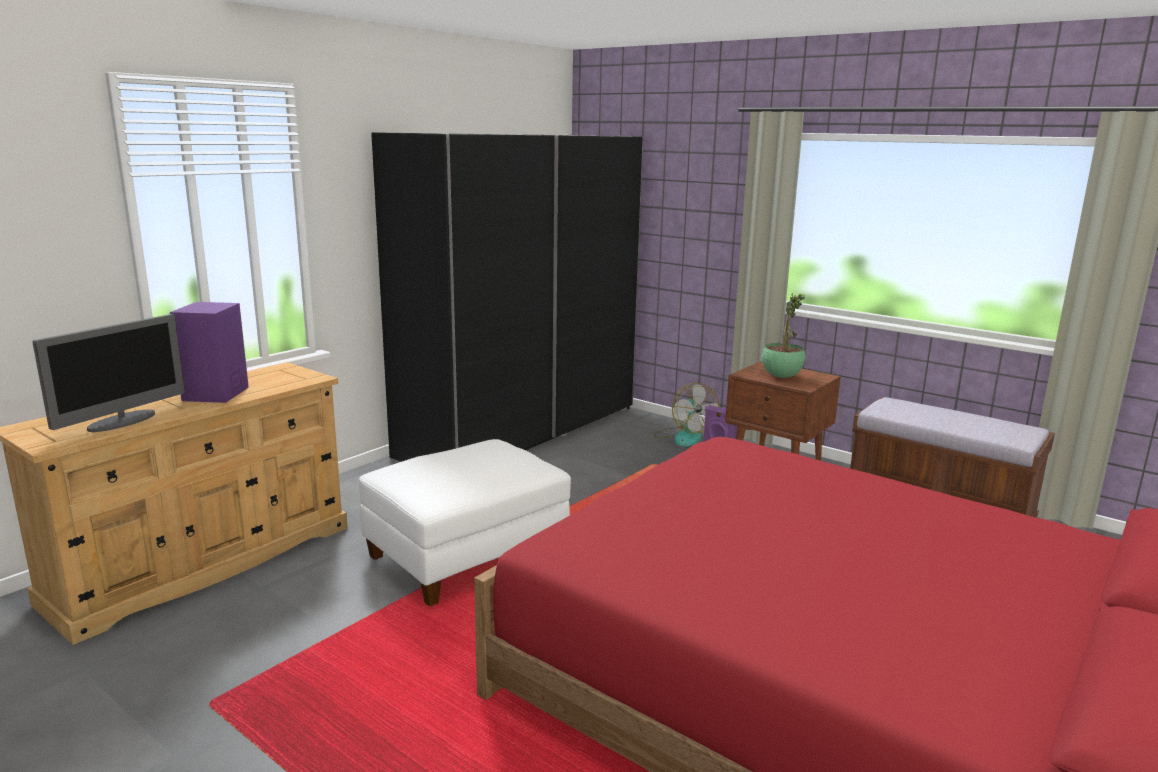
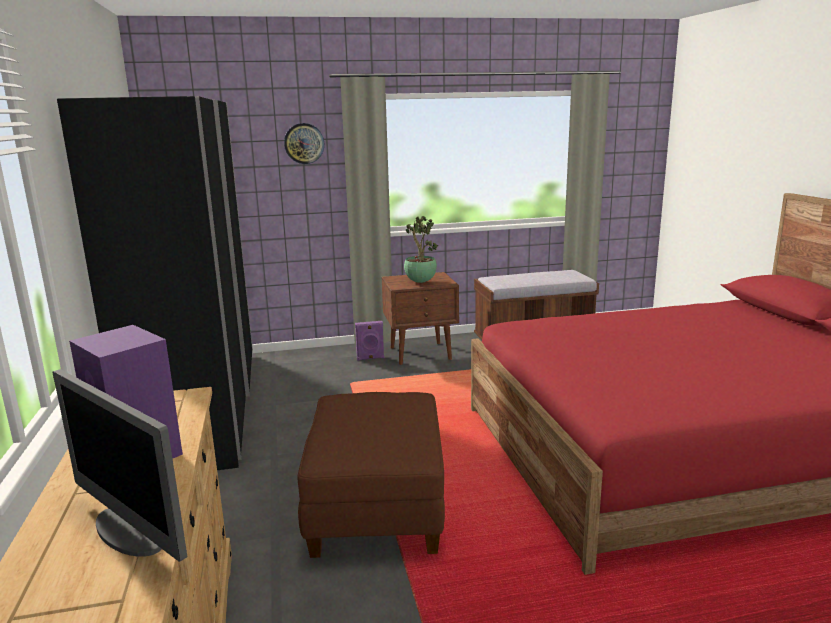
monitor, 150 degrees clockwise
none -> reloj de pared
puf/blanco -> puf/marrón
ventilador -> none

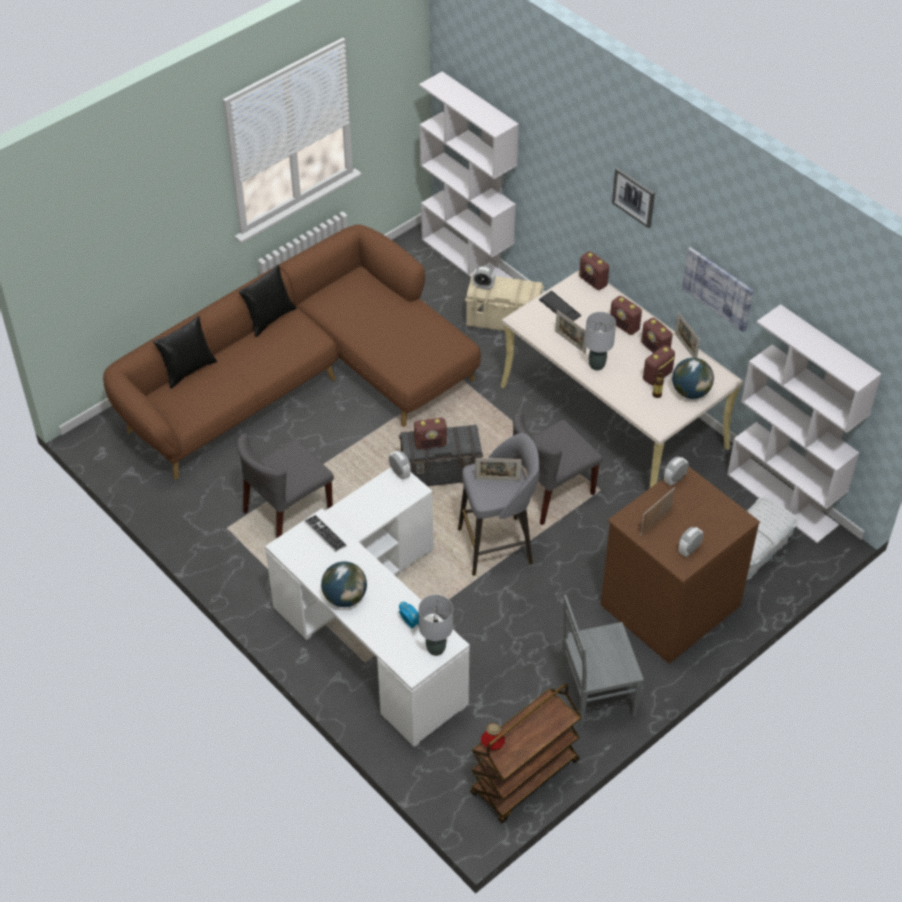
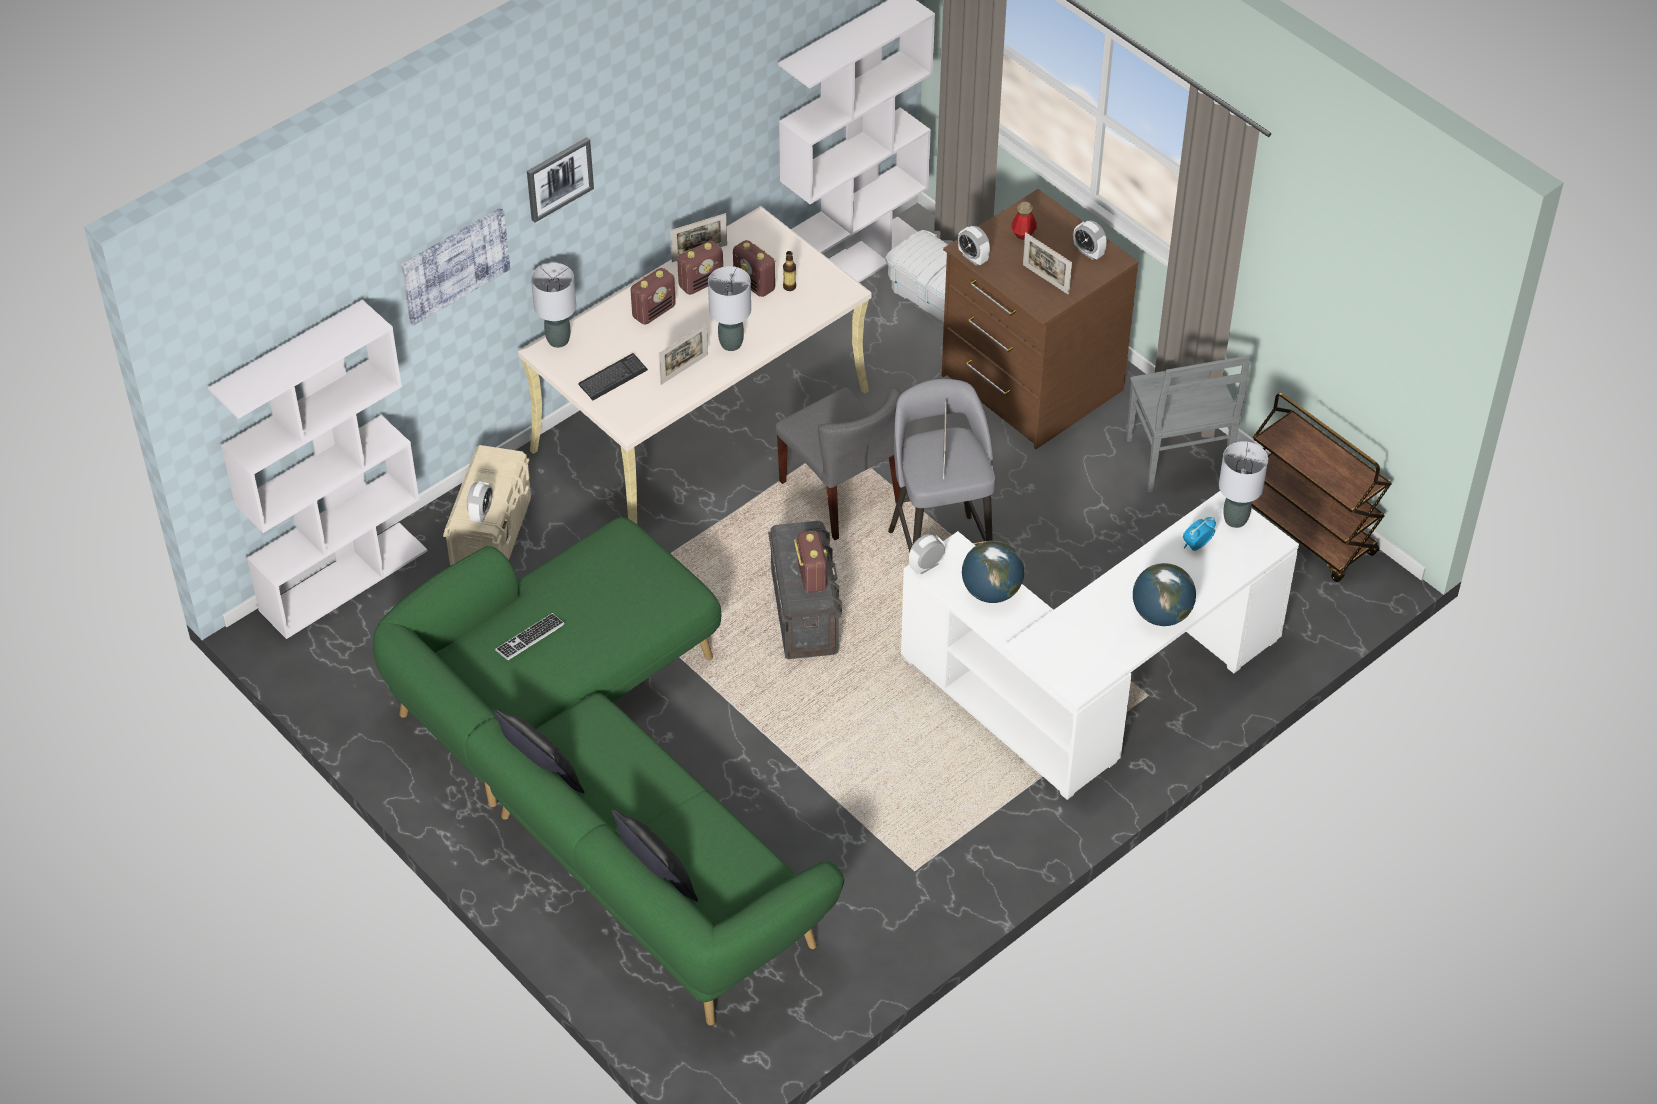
sofá/marrón -> sofá/verde
cuadro (2nd from left in the first image) -> cuadro (1st from left), move
teclado (1st from left), move
radio (2nd from left) -> lámpara de mesa/gris (1st from left)
globo terráqueo (2nd from left in the first image) -> globo terráqueo (1st from left), move
botella (1st from left in the first image) -> botella (2nd from left), move
silla/gris (1st from left) -> none

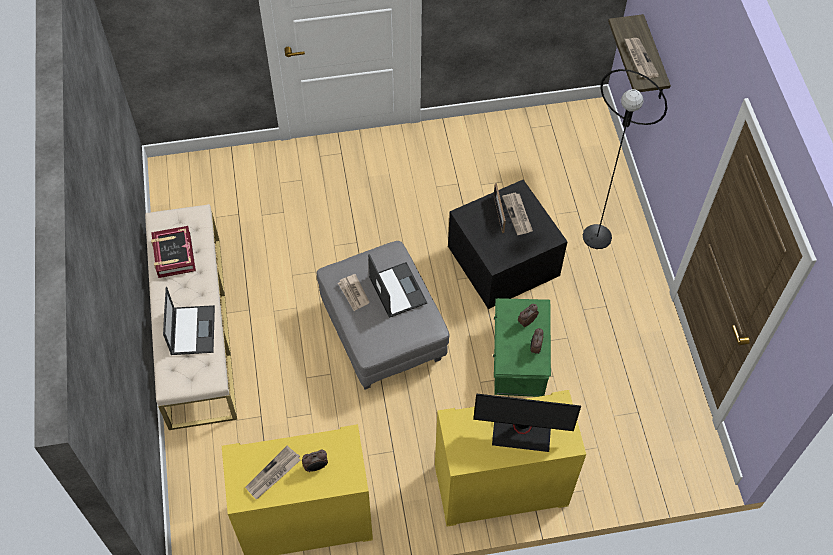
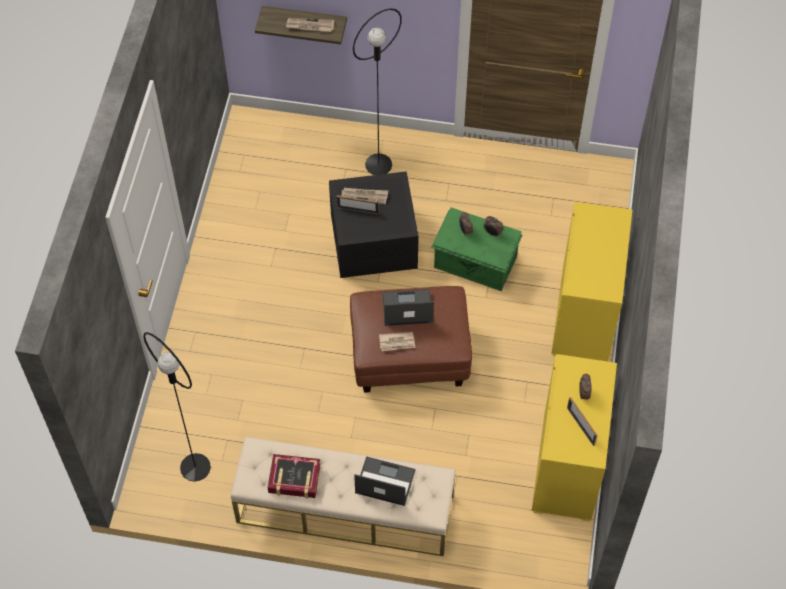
none -> lámpara de pie/negro (1st from left)
puf/gris -> puf/marrón
periódico (1st from left) -> portarretratos (2nd from left)
monitor -> none

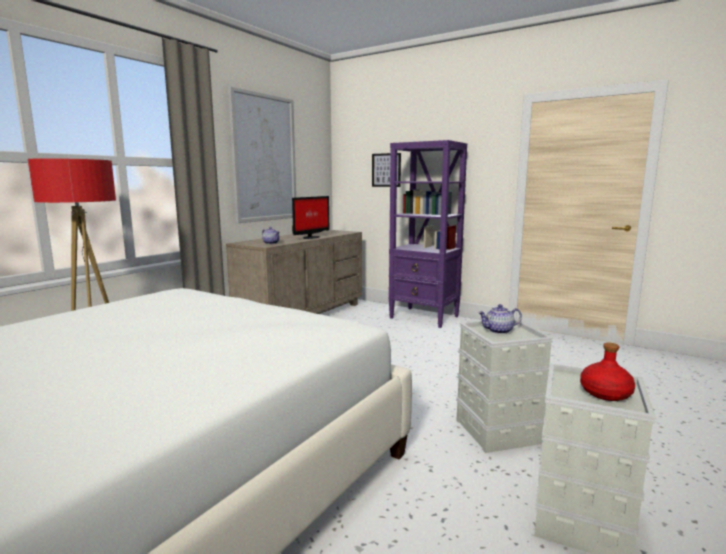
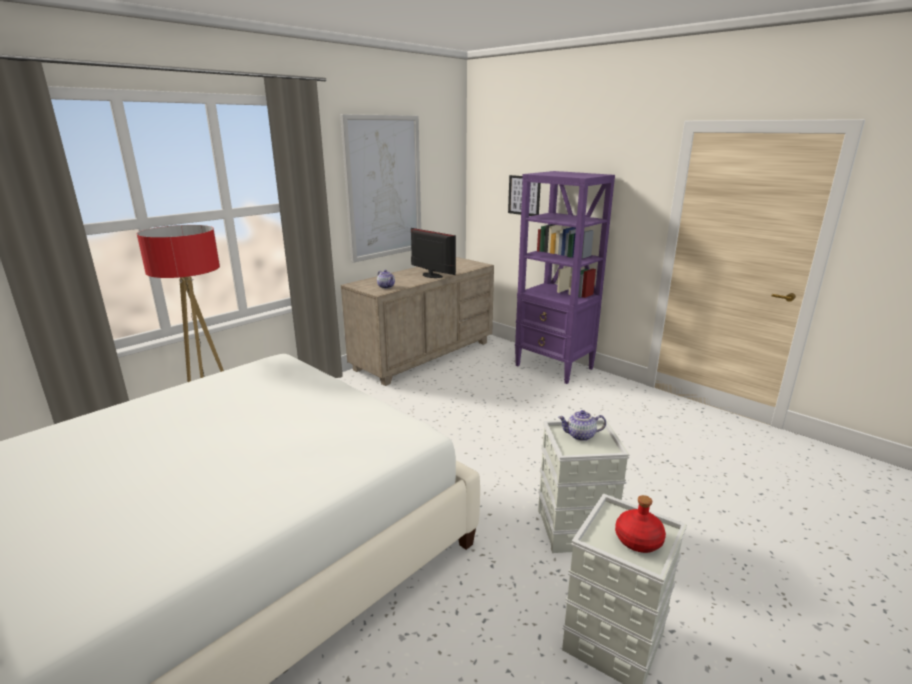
monitor, 90 degrees counterclockwise

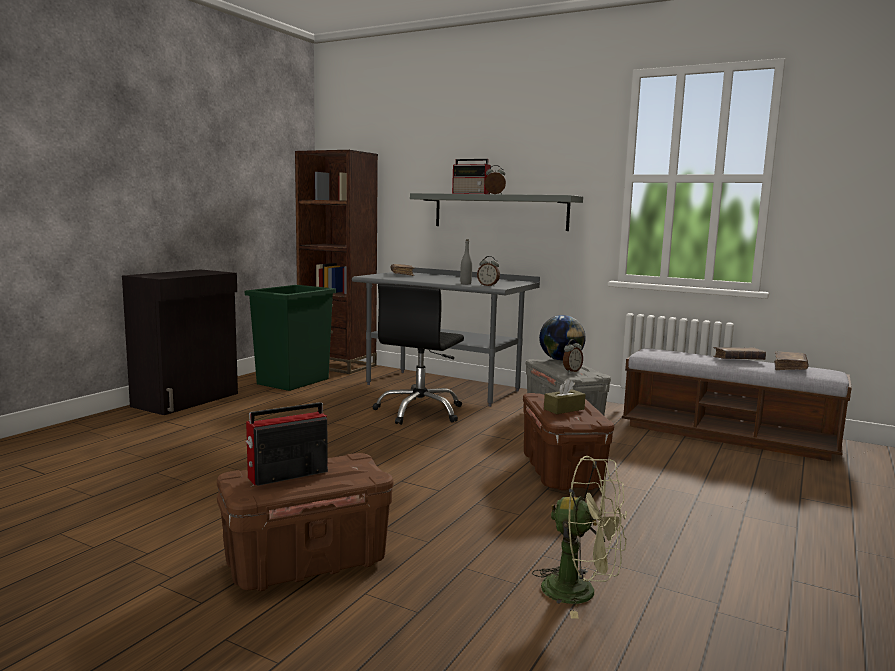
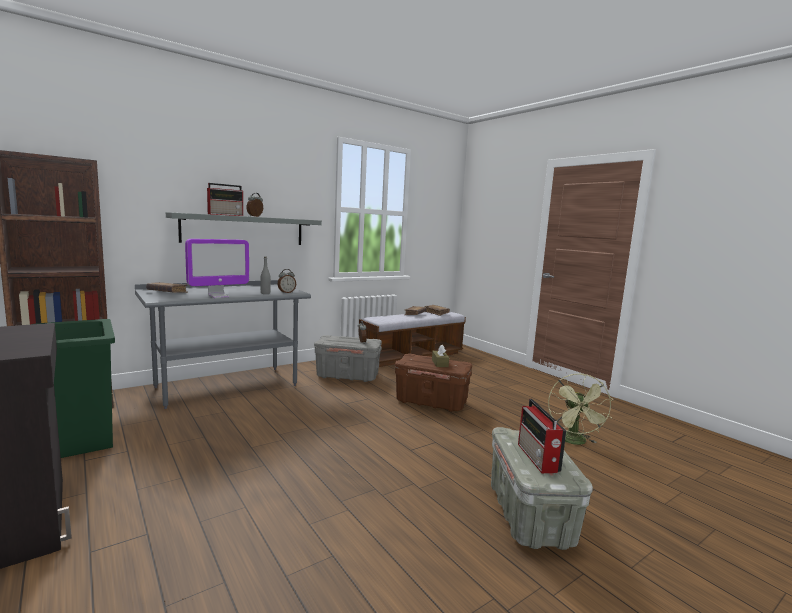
none -> monitor
caja de almacenaje/marrón (1st from left) -> caja de almacenaje/gris (2nd from left)
ventilador/verde, 135 degrees clockwise
silla de oficina/negro -> none
globo terráqueo -> none

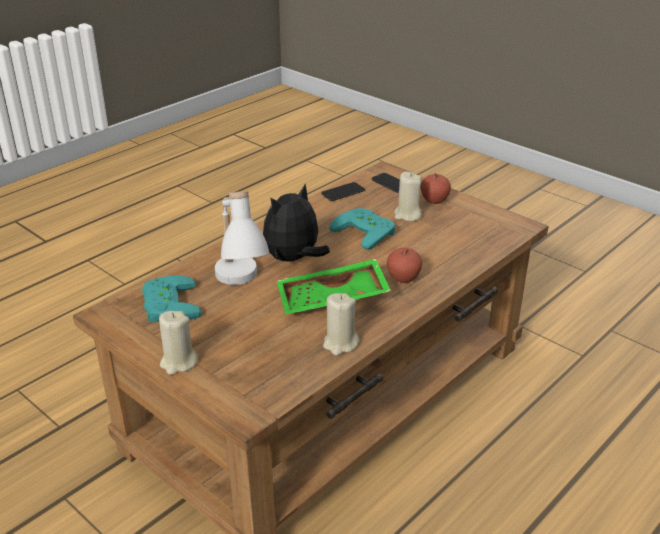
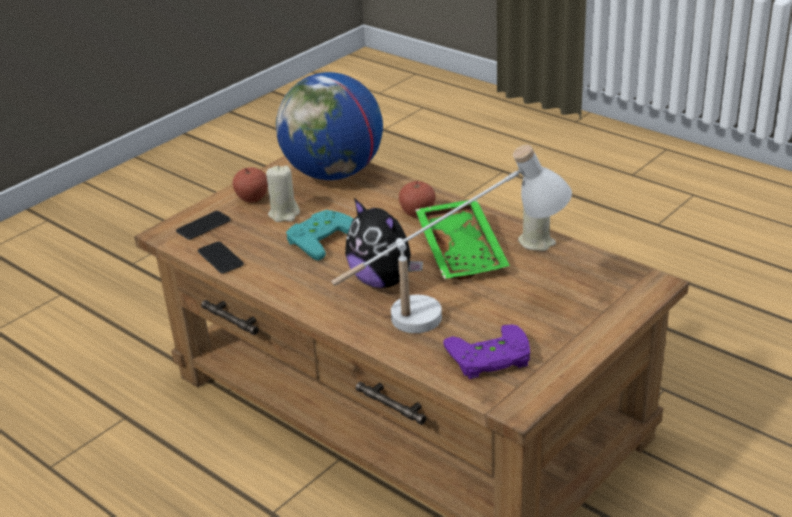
none -> globo terráqueo
mando de consola/turquesa (1st from left) -> mando de consola/morado
vela/beis (1st from left) -> none

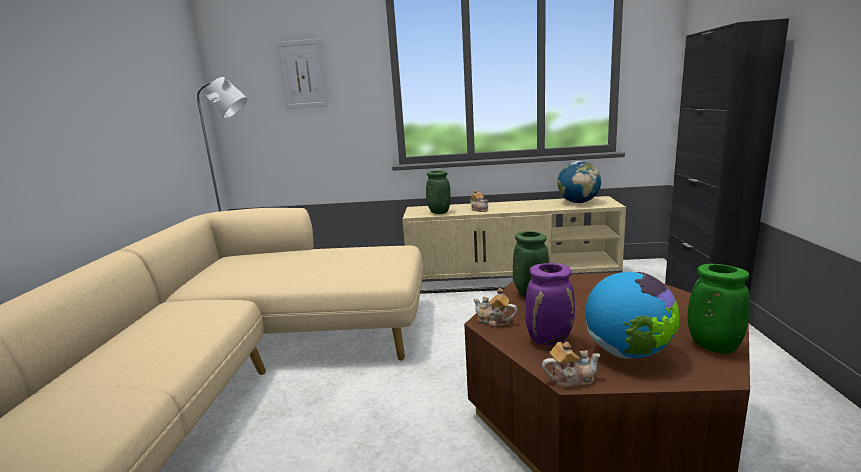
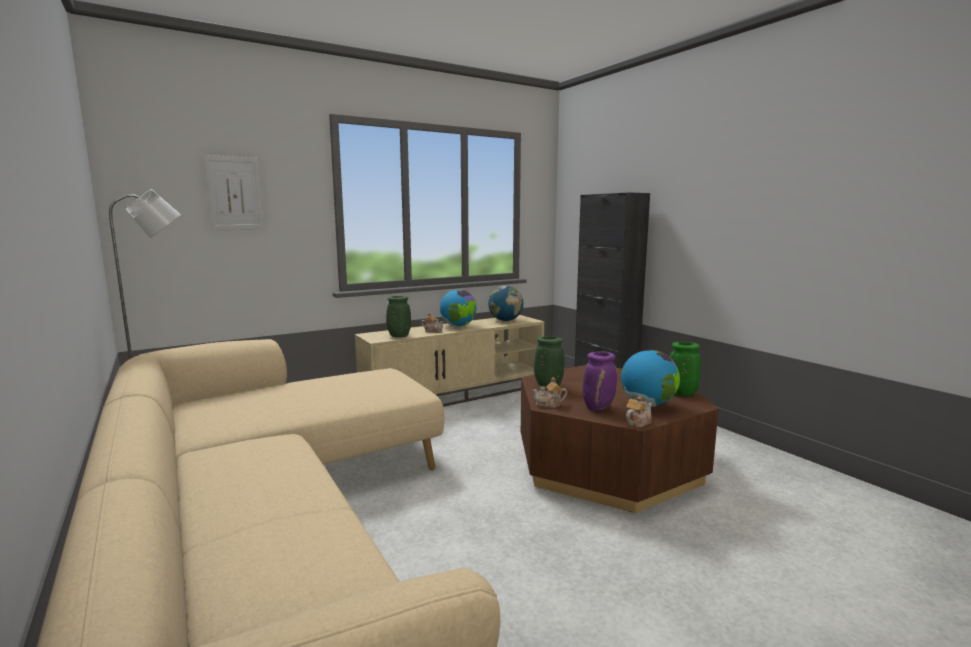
none -> globo terráqueo (1st from left)

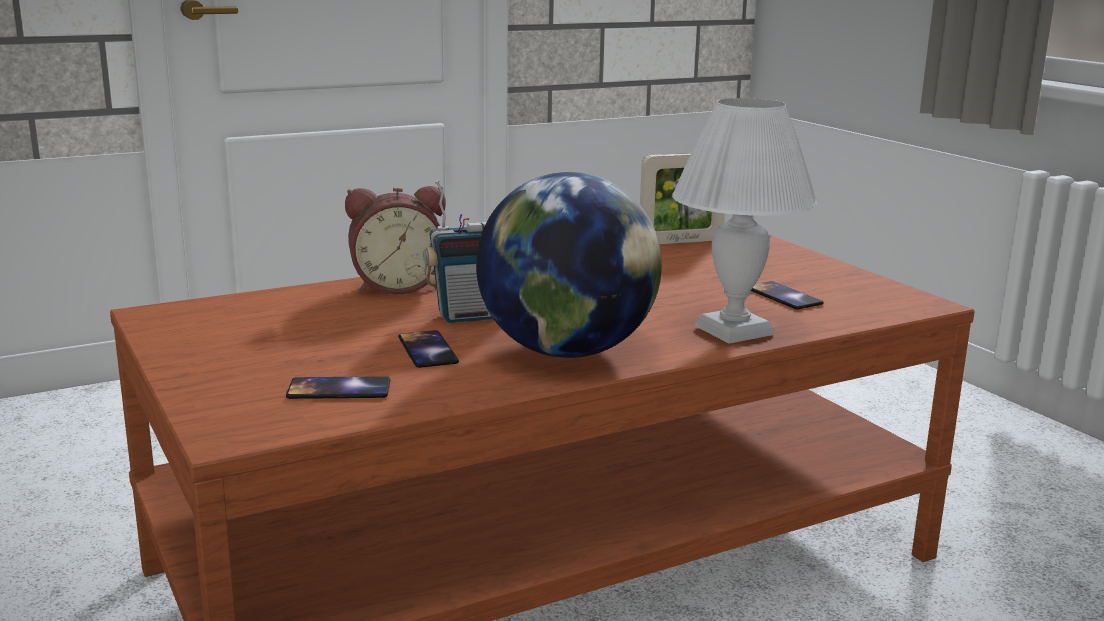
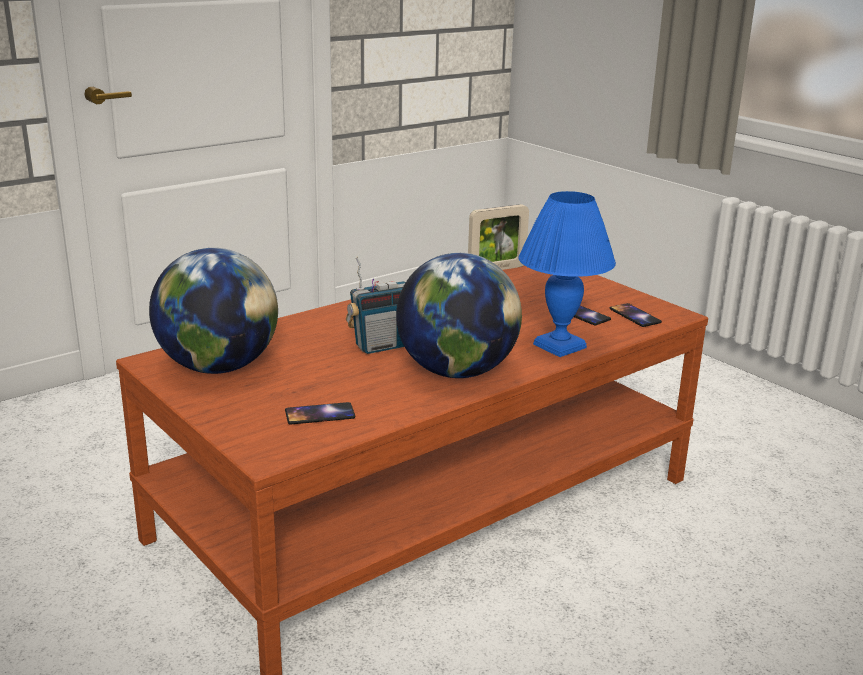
none -> globo terráqueo (1st from left)
lámpara de mesa/blanco -> lámpara de mesa/azul
móvil (2nd from left in the first image) -> móvil (3rd from left), move
despertador -> none

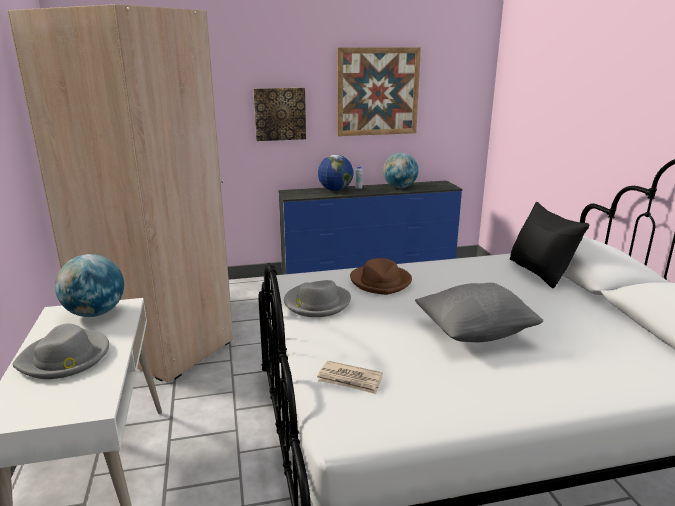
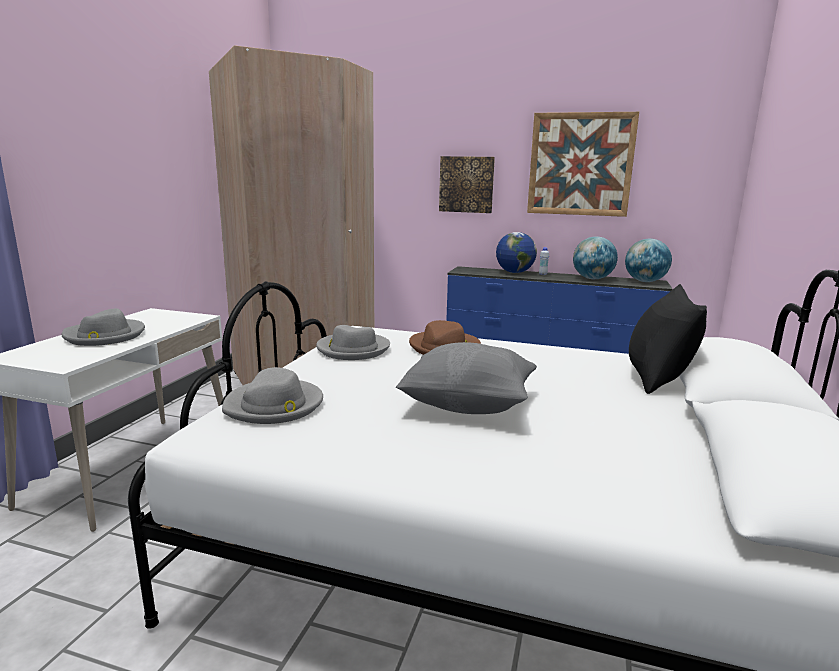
periódico -> sombrero/gris (2nd from left)
globo terráqueo (1st from left in the first image) -> globo terráqueo (3rd from left), move

